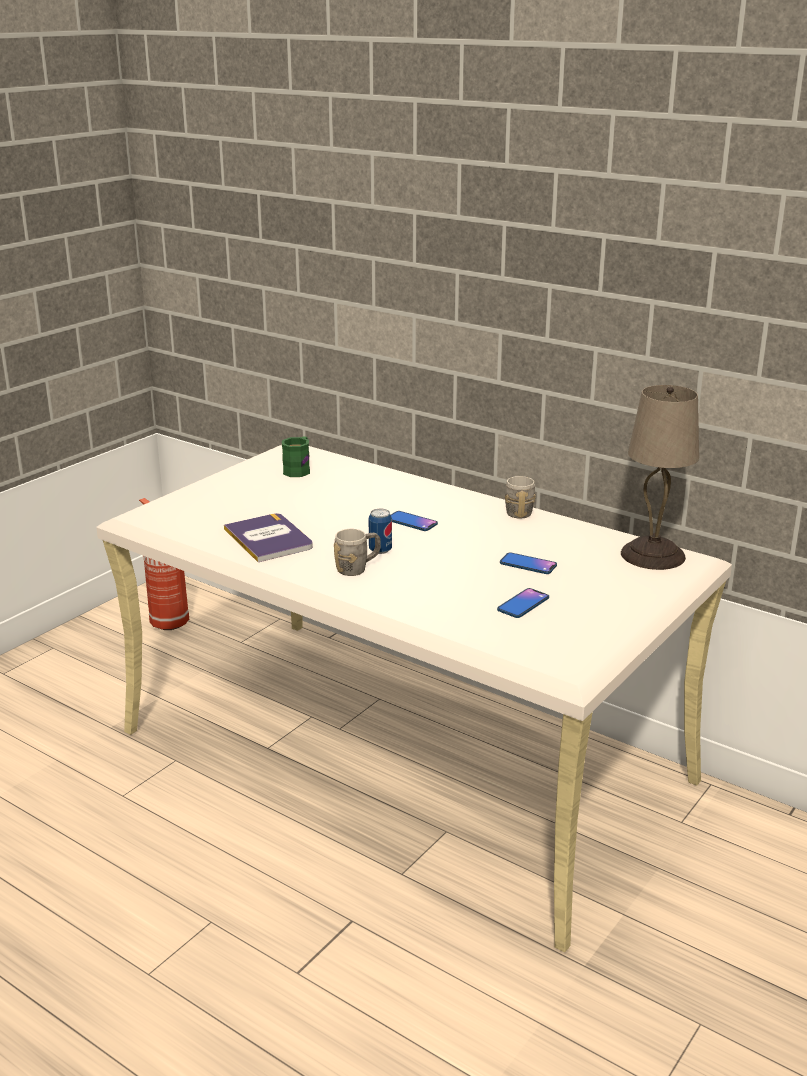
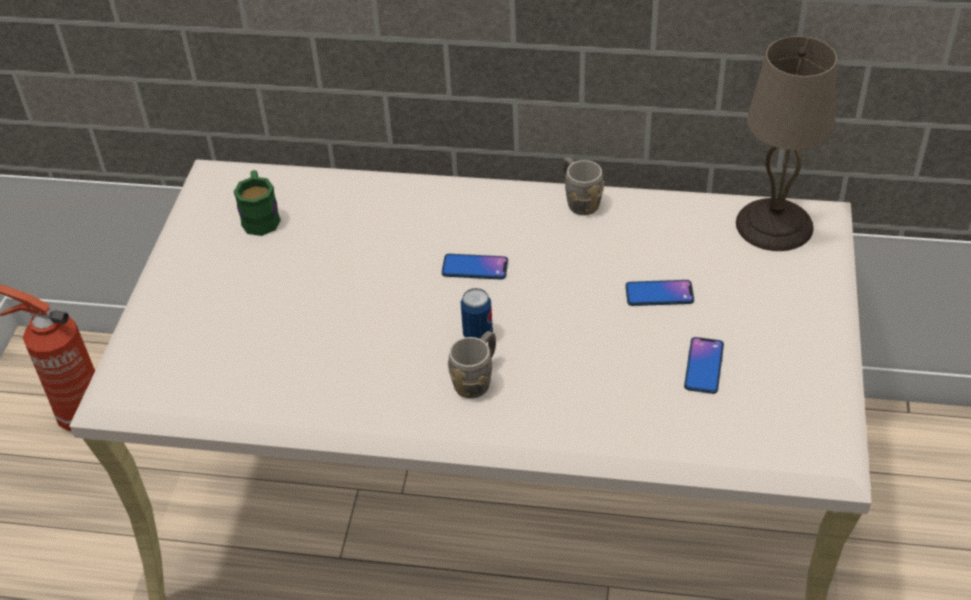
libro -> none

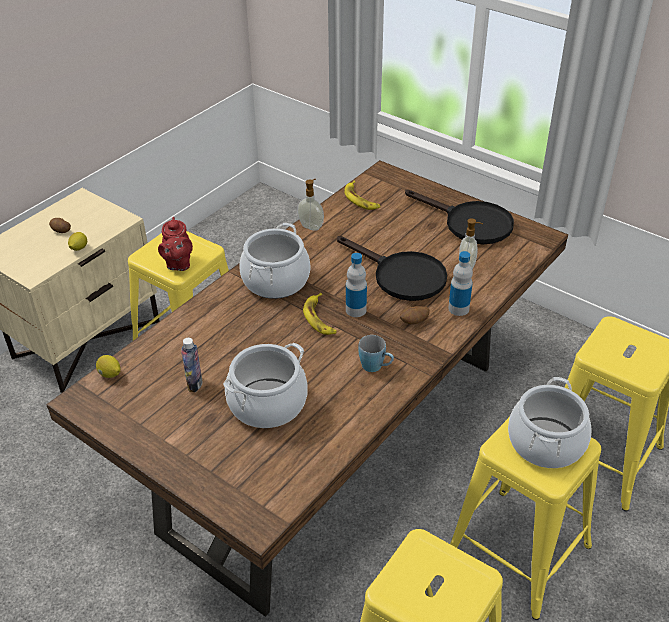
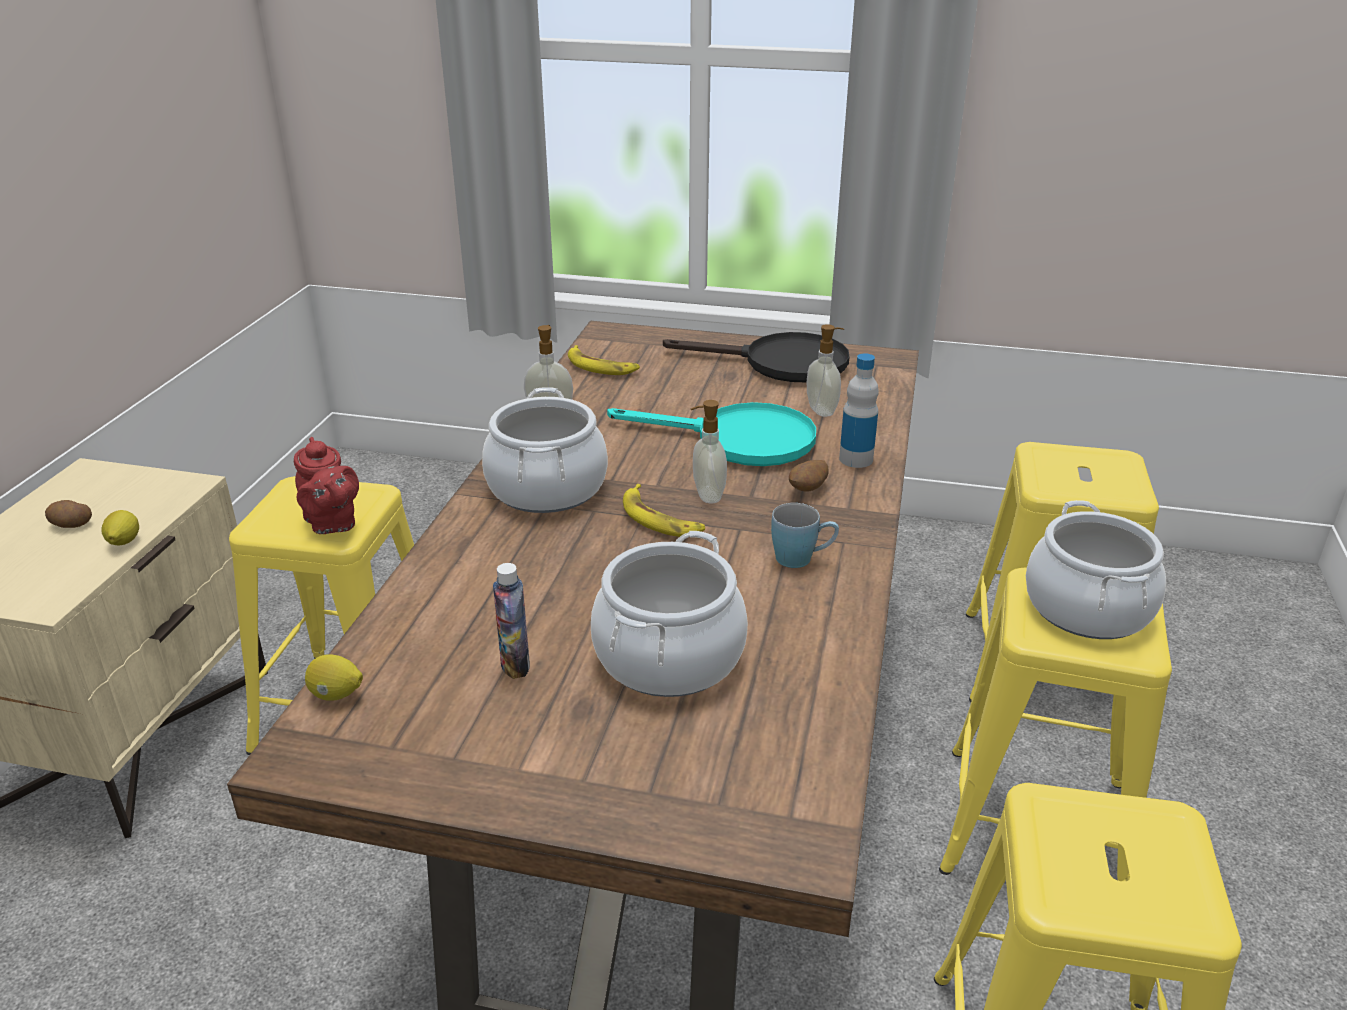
sartén/negro (1st from left) -> sartén/turquesa
botella (2nd from left) -> dispensador de jabón (2nd from left)

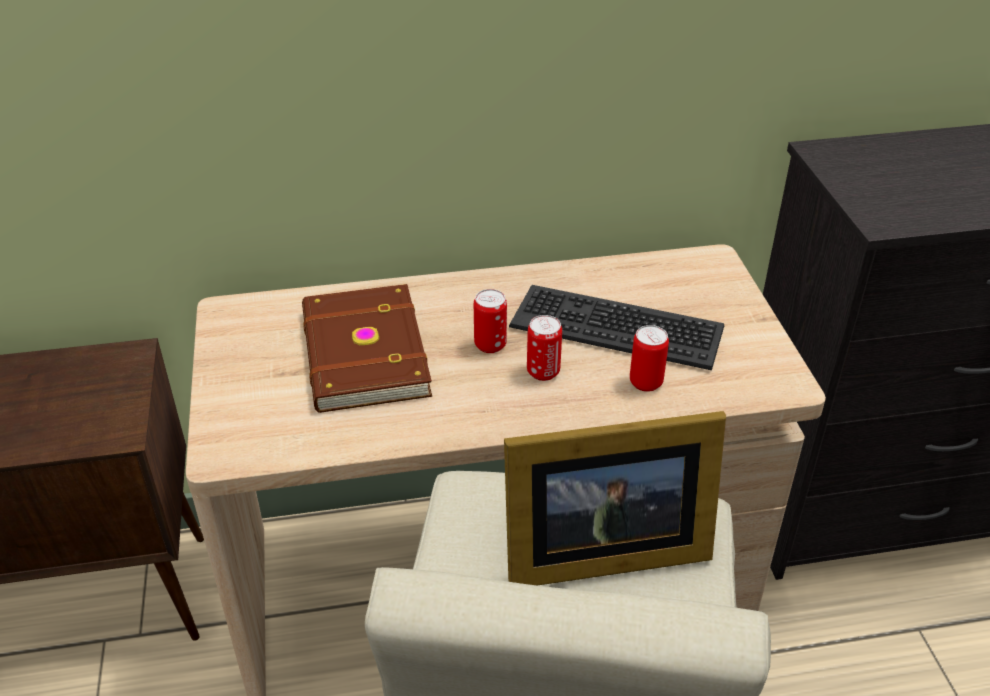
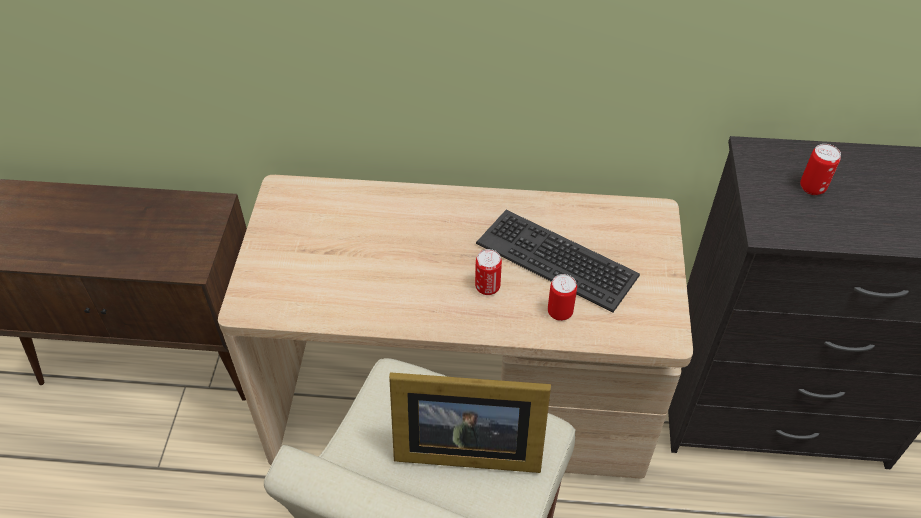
lata (1st from left in the first image) -> lata (3rd from left), move
libro/marrón -> none

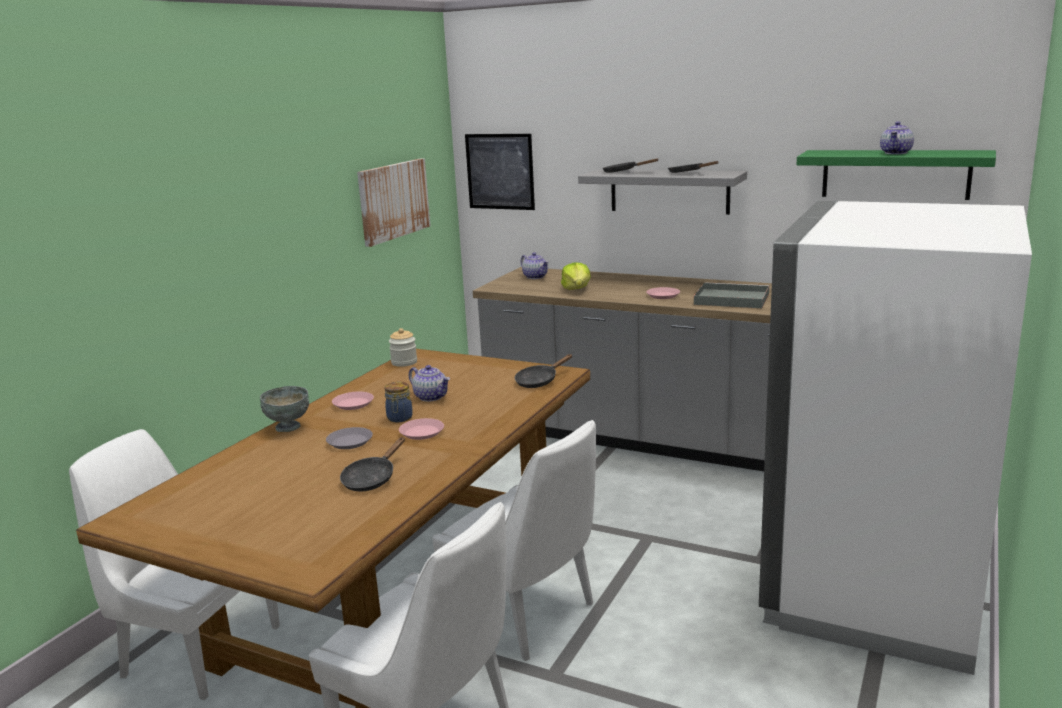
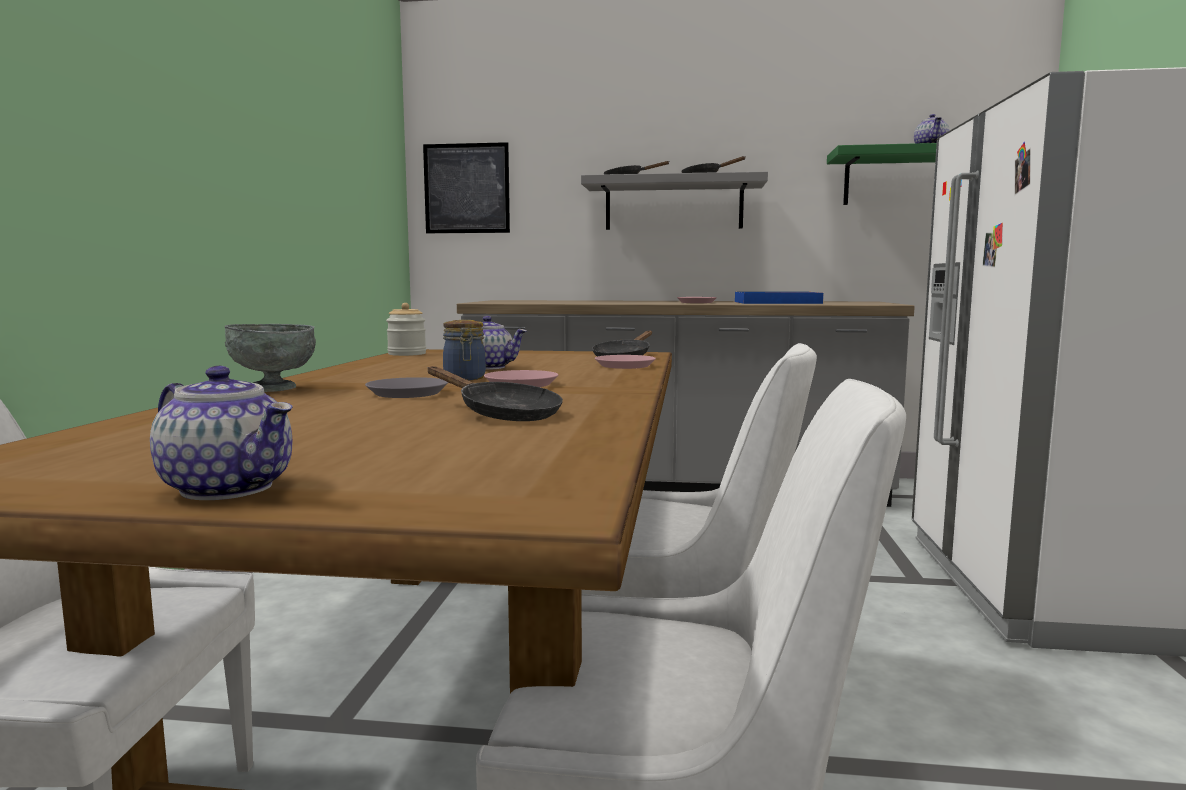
tetera (2nd from left in the first image) -> tetera (1st from left), move
sartén/negro (1st from left), 60 degrees counterclockwise
plato/rosa (1st from left in the first image) -> plato/rosa (2nd from left), move
bandeja/gris -> bandeja/azul
cuadro (1st from left) -> none
lechuga -> none

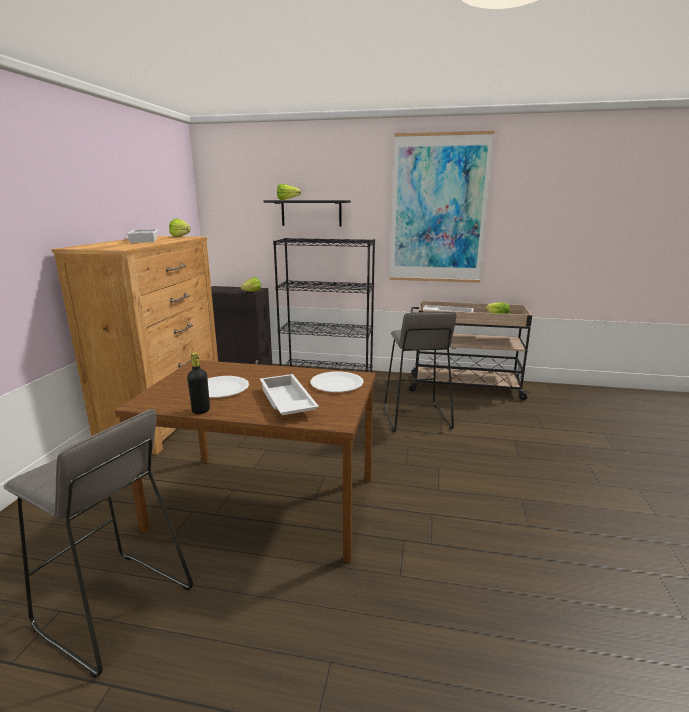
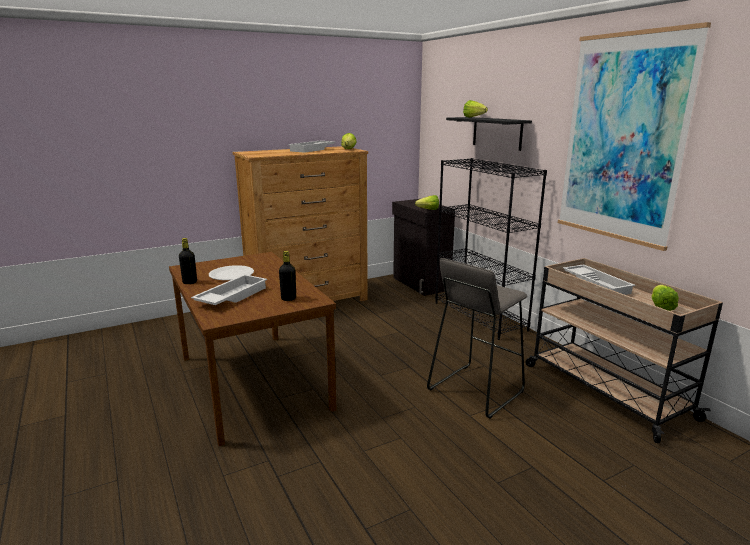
plato/blanco (2nd from left) -> botella/negro (2nd from left)
taburete/gris (1st from left) -> none

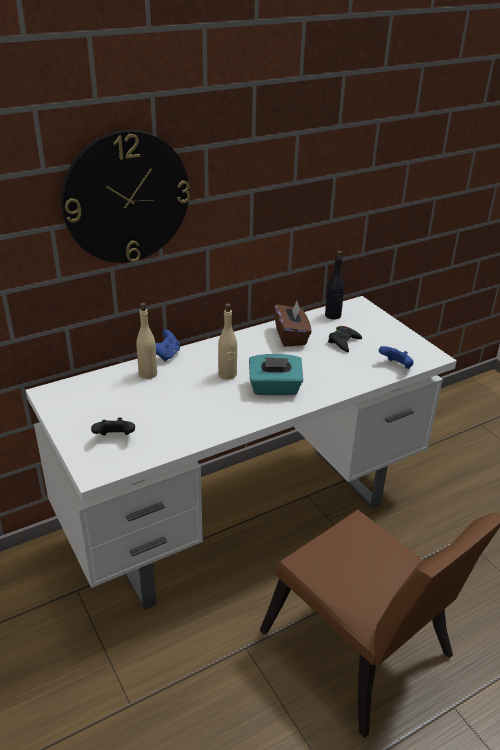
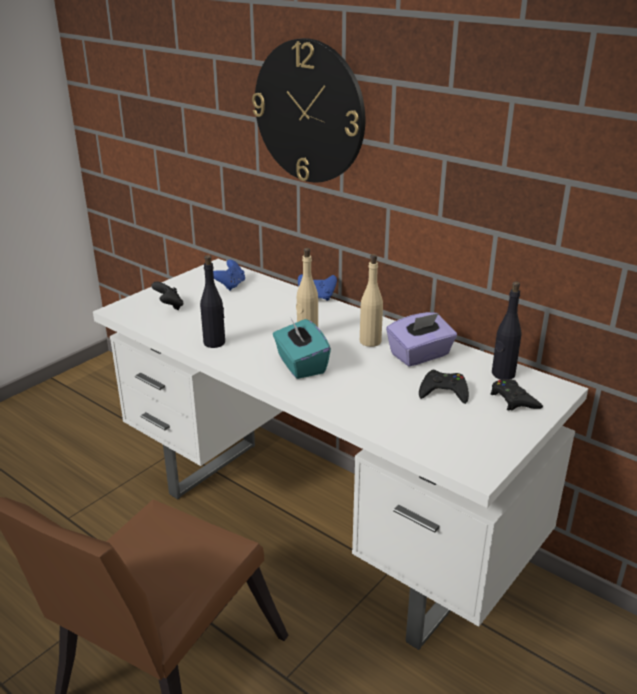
none -> botella/negro (1st from left)
mando de consola/azul (2nd from left in the first image) -> mando de consola/azul (1st from left), move
botella/beis (1st from left in the first image) -> botella/beis (2nd from left), move
caja de pañuelos/marrón -> caja de pañuelos/morado
none -> mando de consola/negro (3rd from left)

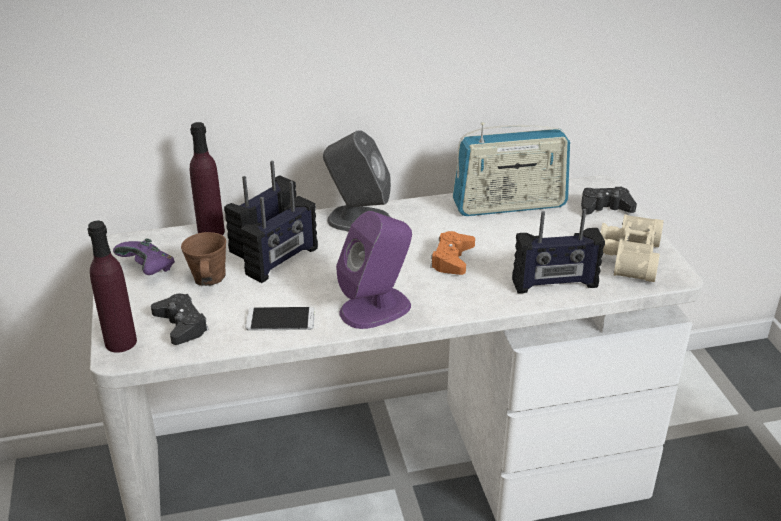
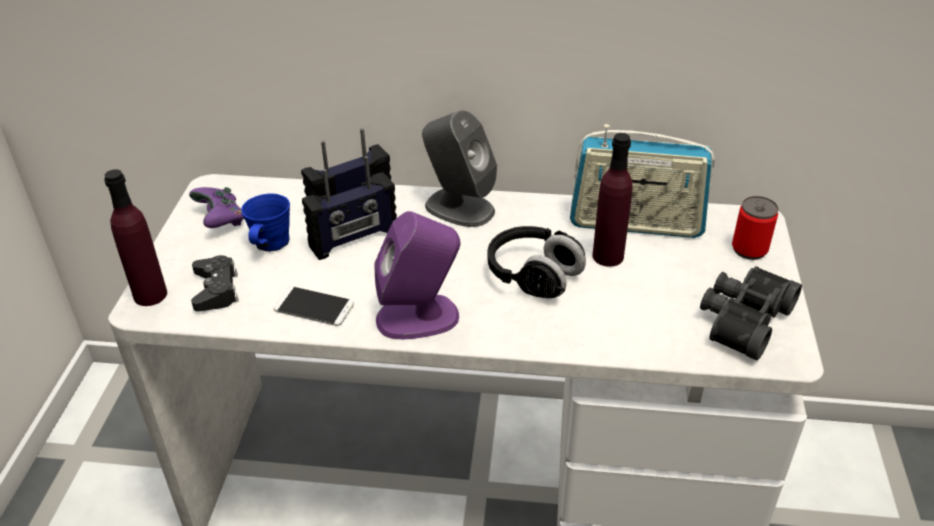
taza grande/marrón -> taza grande/azul
mando de consola/naranja -> auriculares/negro
botella/morado (2nd from left), move
prismáticos/beis -> prismáticos/negro
mando de consola/negro (2nd from left) -> lata
radio (4th from left) -> none

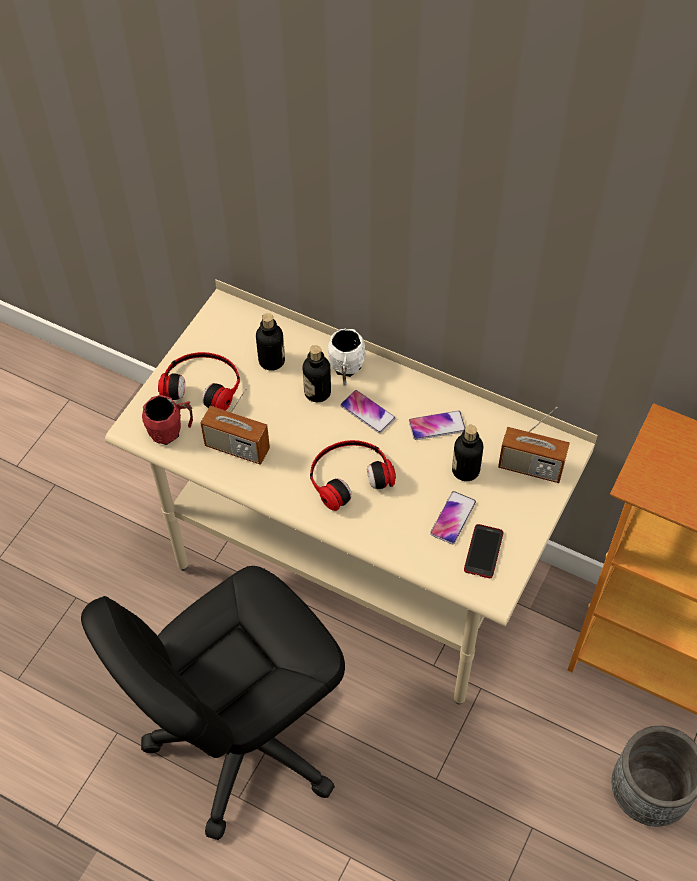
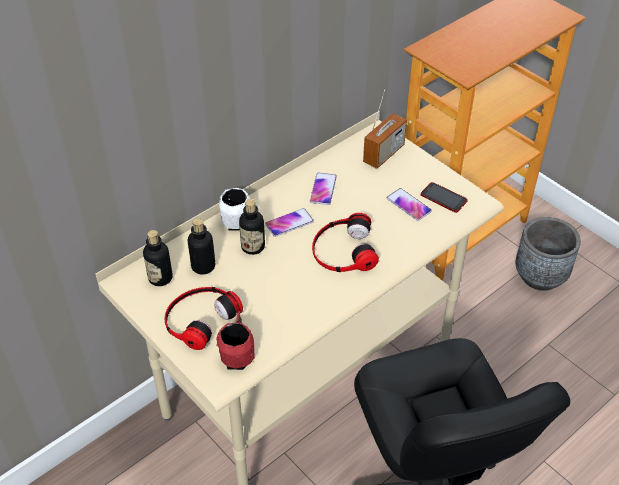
botella (3rd from left in the first image) -> botella (1st from left), move
radio (1st from left) -> none

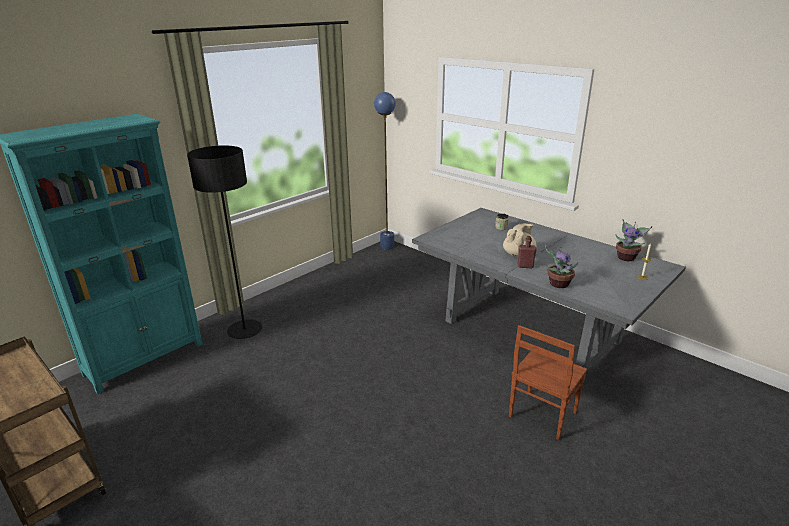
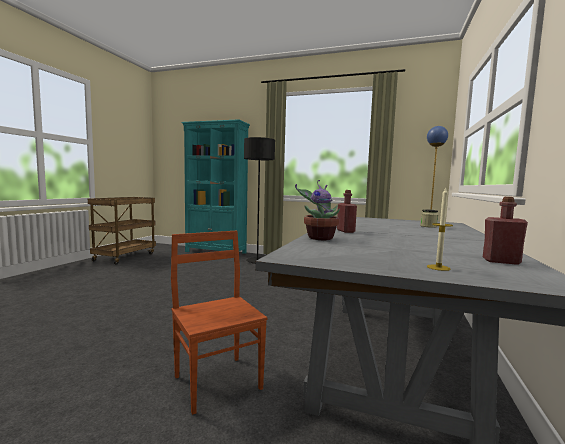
silla/marrón, 45 degrees clockwise
planta en maceta (2nd from left) -> botella/rojo (2nd from left)
tetera/beis -> none

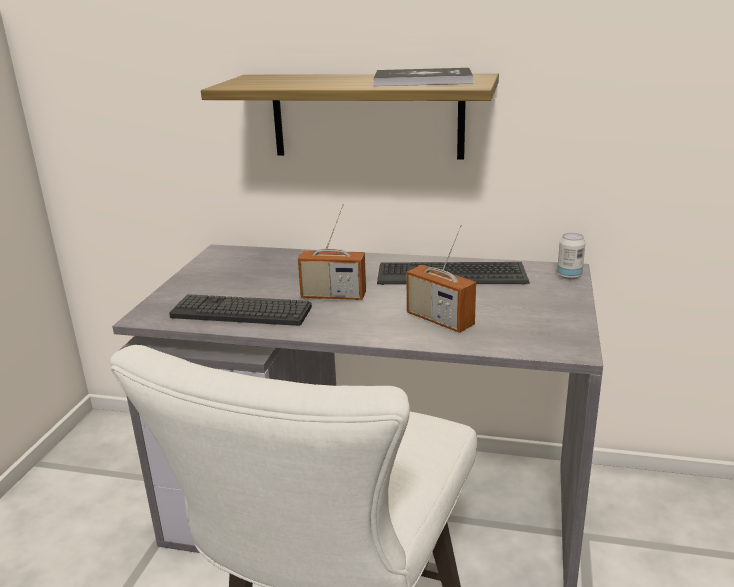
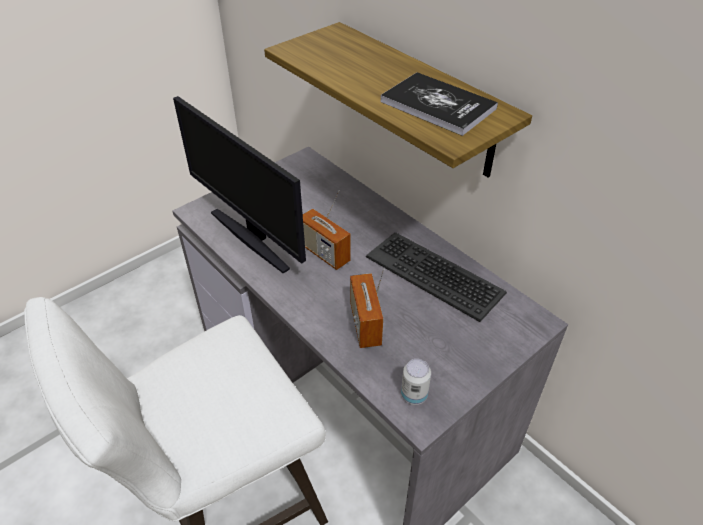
teclado (1st from left) -> monitor
lata, move

